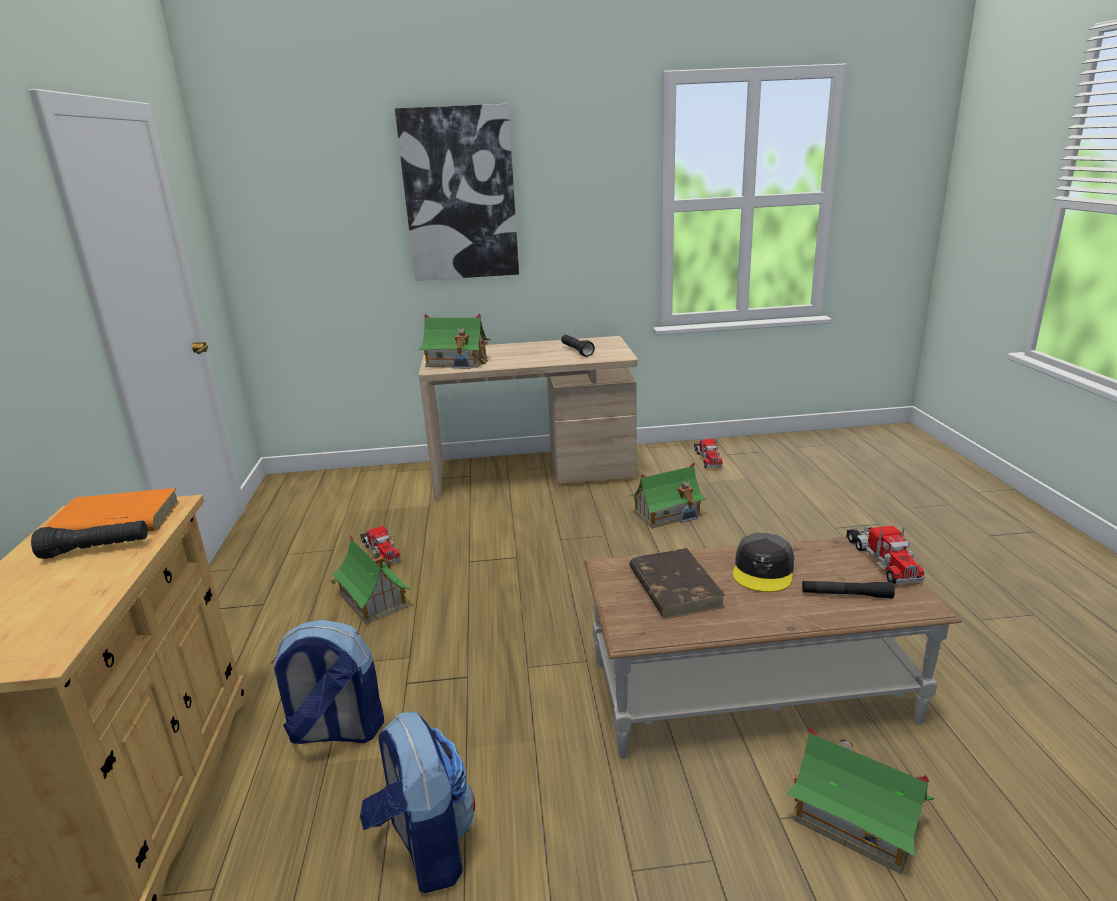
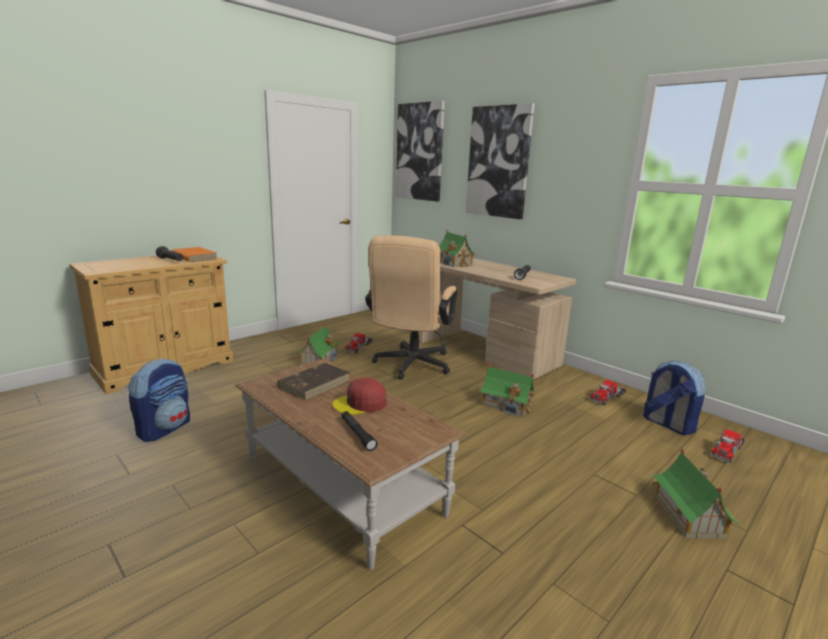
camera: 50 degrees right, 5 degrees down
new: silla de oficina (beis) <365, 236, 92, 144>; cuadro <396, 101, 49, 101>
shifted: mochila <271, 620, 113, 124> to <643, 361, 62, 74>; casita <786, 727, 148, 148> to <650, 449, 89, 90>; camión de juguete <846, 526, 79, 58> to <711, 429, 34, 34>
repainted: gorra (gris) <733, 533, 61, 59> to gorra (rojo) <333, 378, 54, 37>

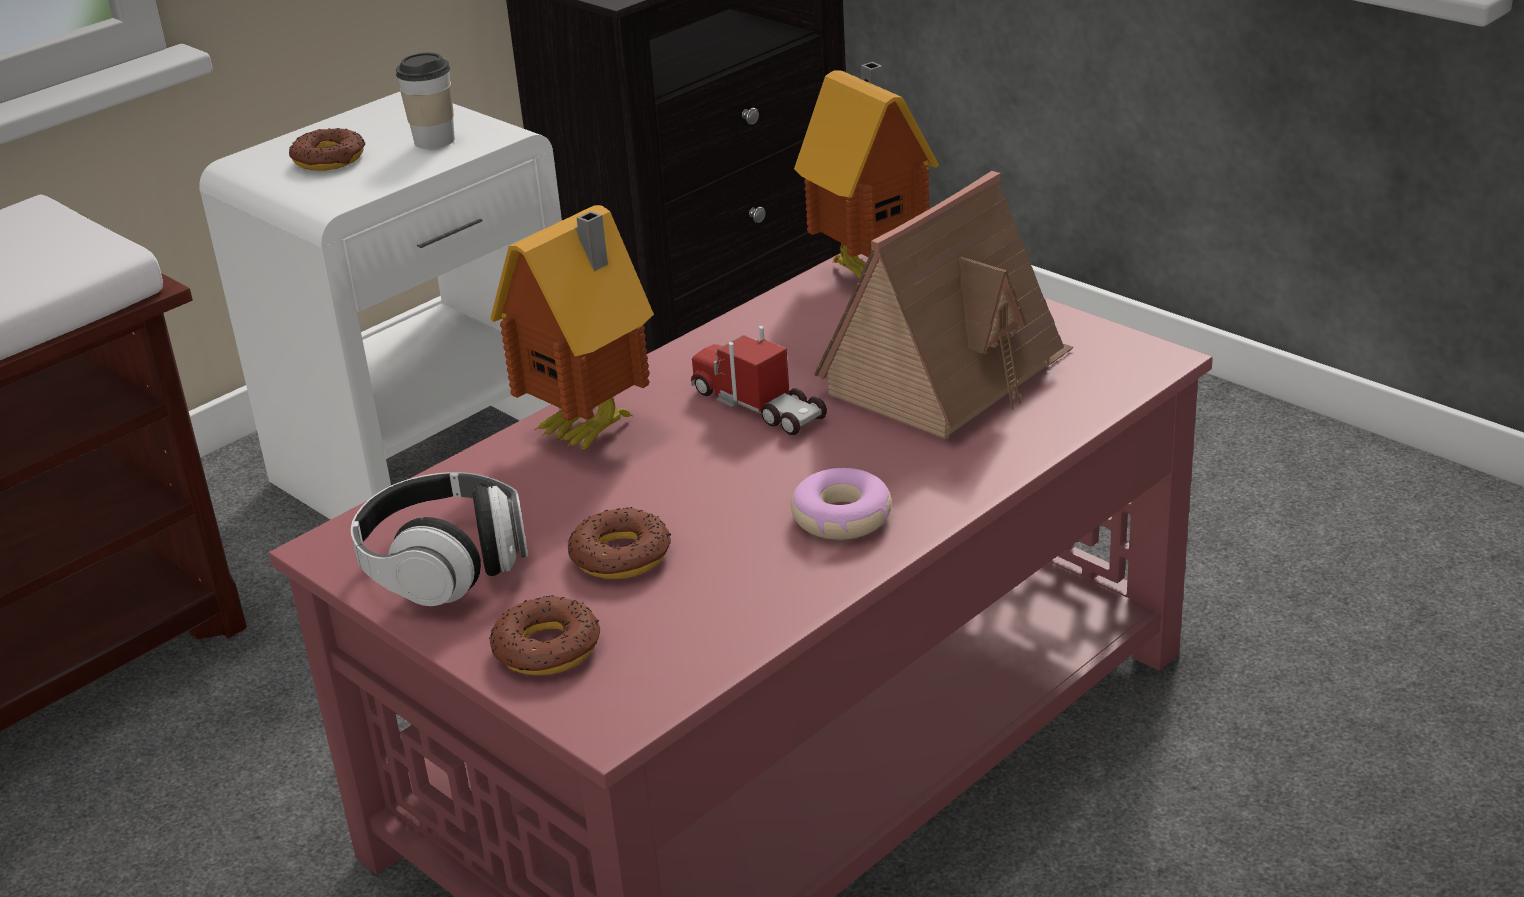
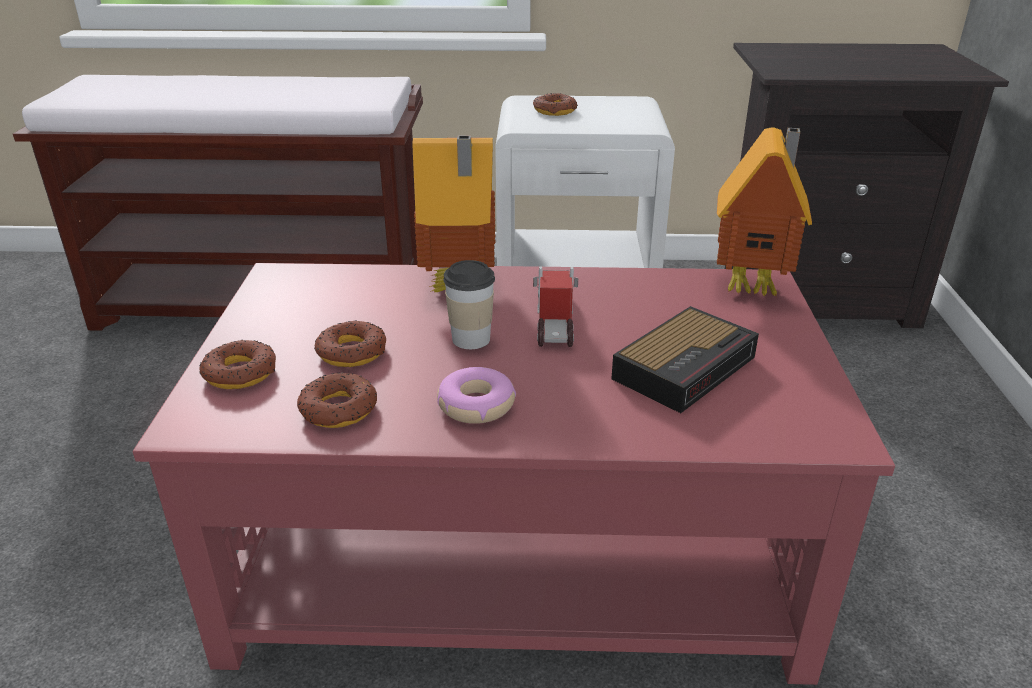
camera: 45 degrees right, 0 degrees up
gone: auriculares <351, 472, 177, 134>
new: rosquilla <297, 372, 80, 56>
shifted: taza <396, 52, 59, 97> to <444, 260, 51, 89>
swapped: casita <814, 171, 259, 268> to despertador <611, 306, 148, 107>

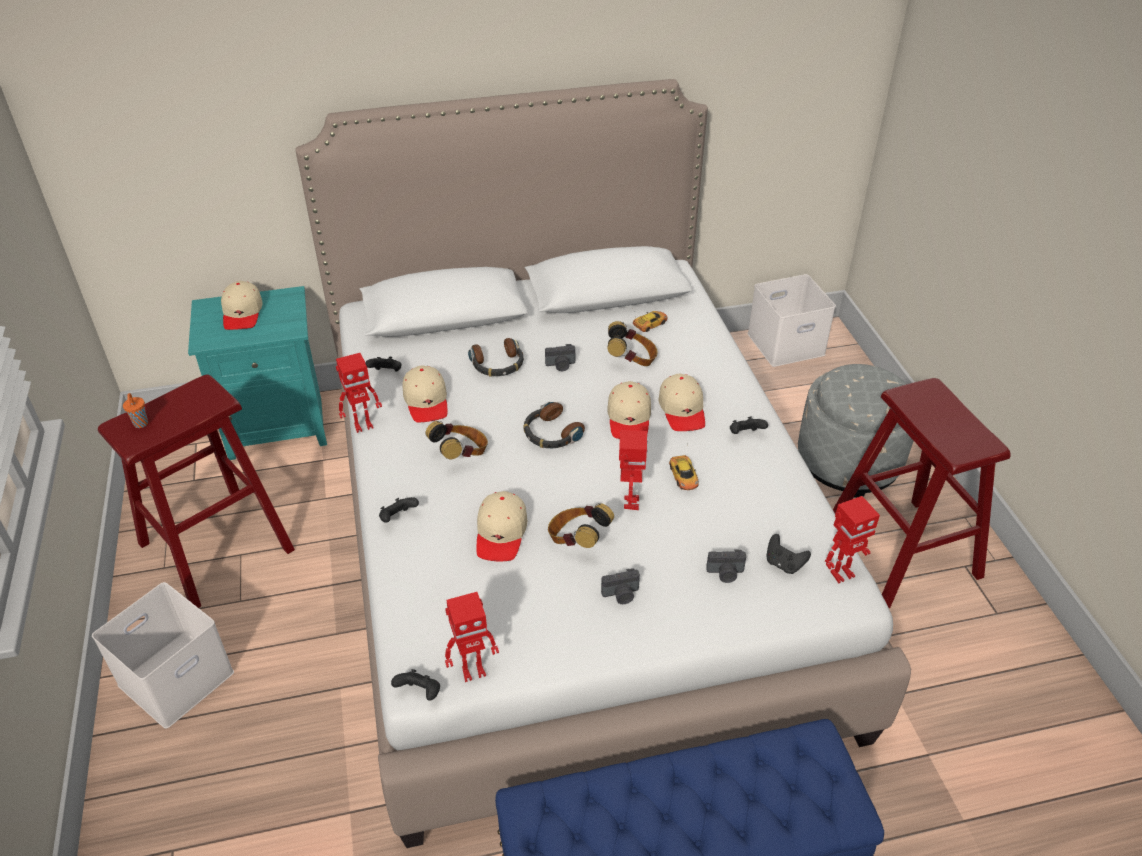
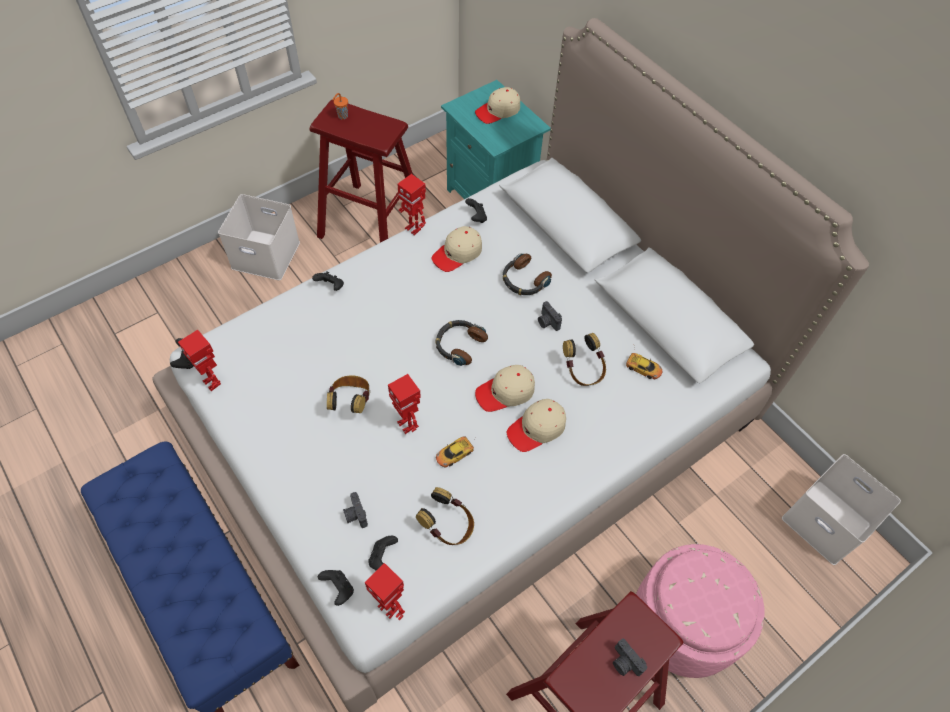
camera: 65 degrees right, 15 degrees up
gone: gorra (beis) <476, 491, 51, 70>
shifted: auriculares <425, 421, 63, 38> to <416, 487, 58, 58>; cámara <601, 568, 39, 36> to <613, 639, 34, 37>; mando de consola (negro) <730, 417, 38, 17> to <318, 570, 36, 36>
repainted: puf (gris) <798, 364, 115, 134> to puf (rosa) <636, 544, 128, 134>
rotated: robot de juguete <619, 430, 29, 80> = <388, 374, 33, 60> 75 degrees clockwise

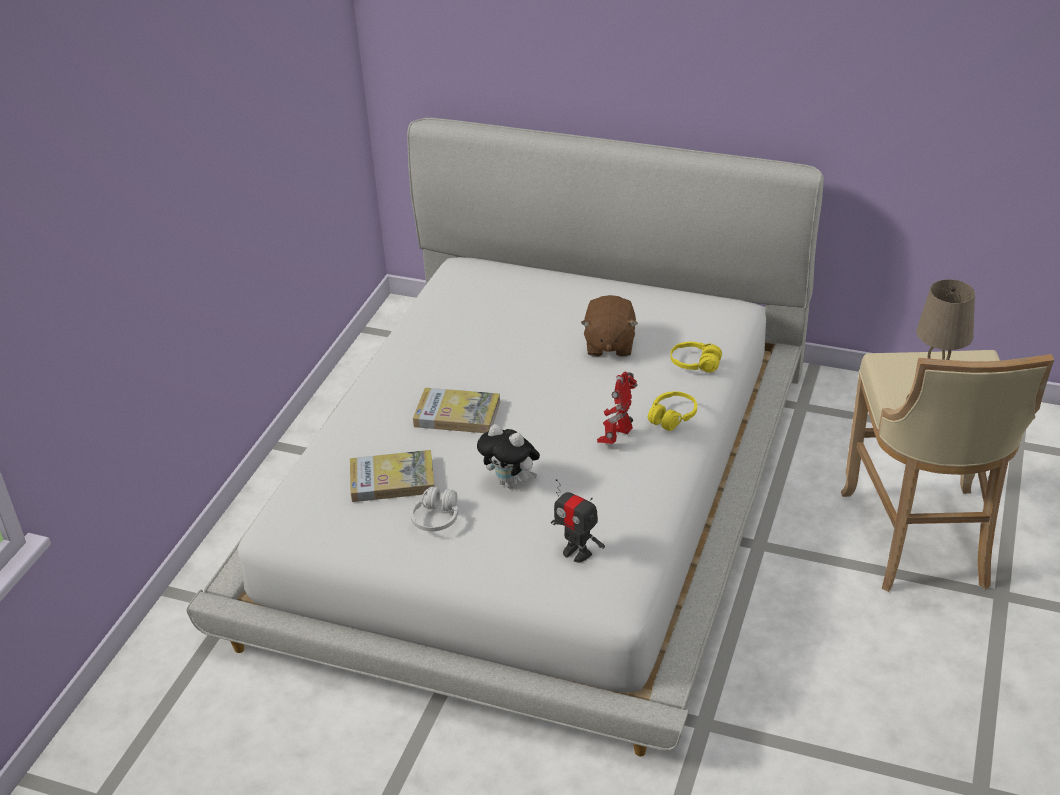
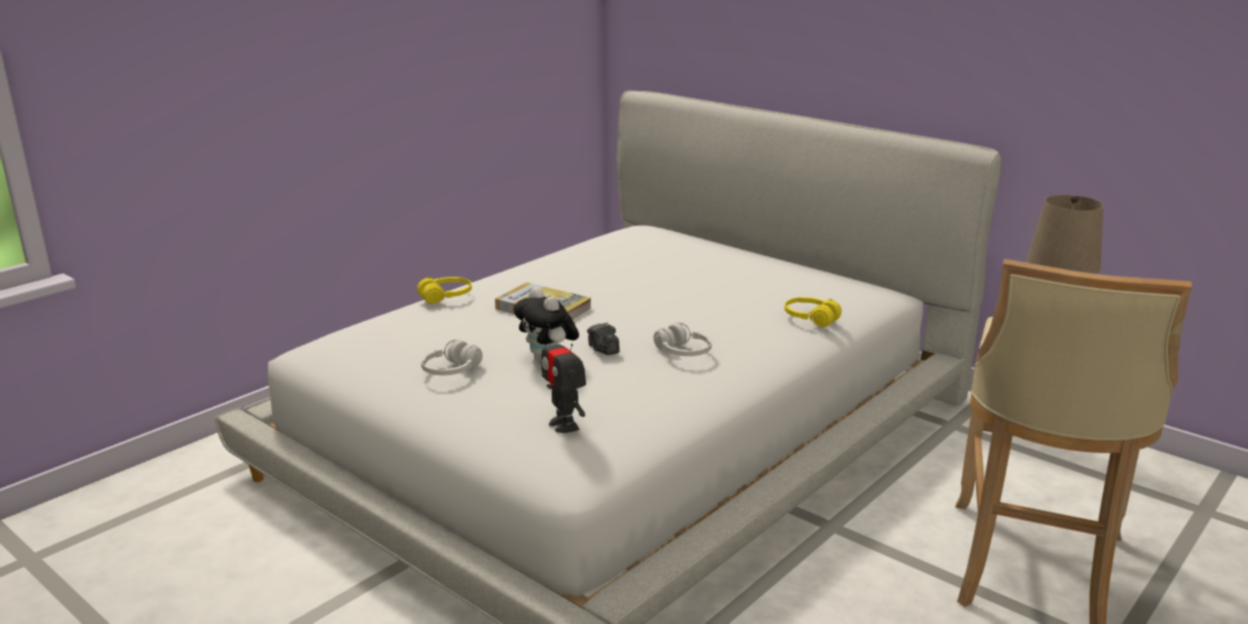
camera: 20 degrees right, 15 degrees down
gone: libro <350, 450, 85, 52>; peluche (marrón) <581, 295, 57, 62>
new: cámara <587, 323, 32, 32>
shifted: auriculares (amarillo) <648, 391, 49, 40> to <417, 277, 55, 27>
swapped: robot de juguete <597, 371, 41, 73> to auriculares (blanco) <654, 323, 58, 33>

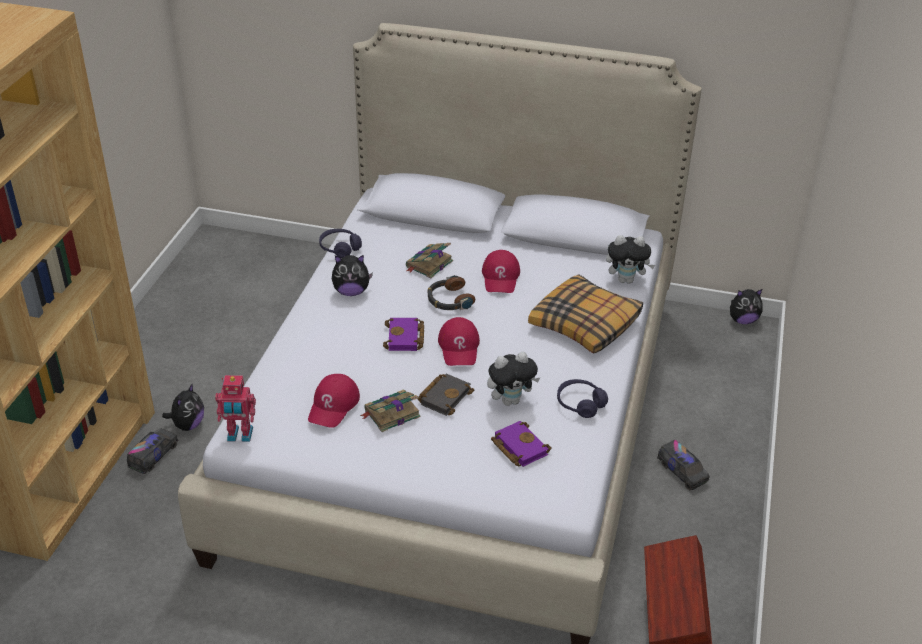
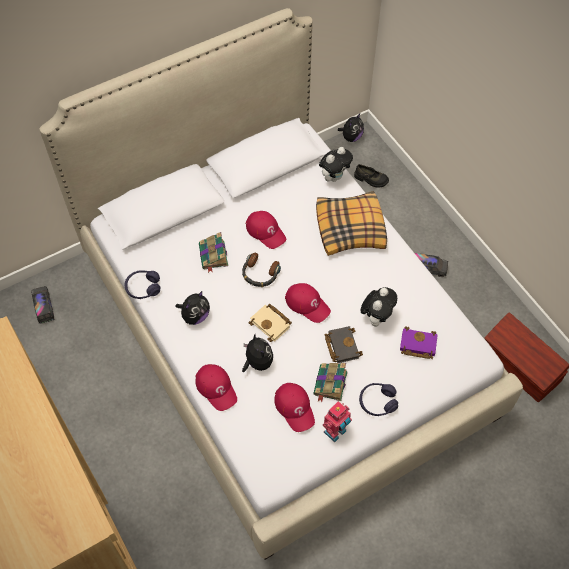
camera: 45 degrees left, 20 degrees up
new: gorra (rojo) <195, 364, 42, 47>; zapato (negro) <354, 164, 35, 24>
shifted: camión de juguete <127, 428, 51, 46> to <31, 286, 24, 38>; peluche <162, 383, 42, 48> to <242, 334, 31, 38>; robot de juguete <215, 375, 41, 67> to <323, 401, 29, 41>; auriculares (morado) <557, 379, 51, 39> to <359, 383, 39, 33>
repainted: libro (morado) <383, 318, 41, 33> to libro (beis) <248, 304, 44, 38>

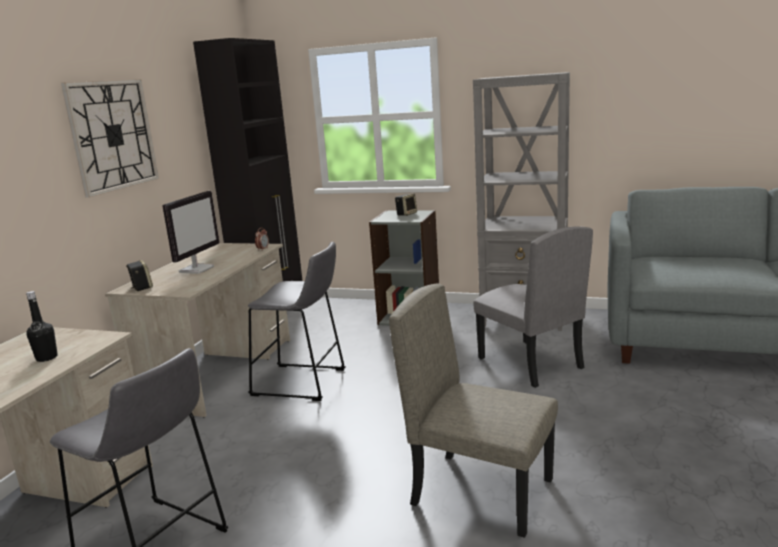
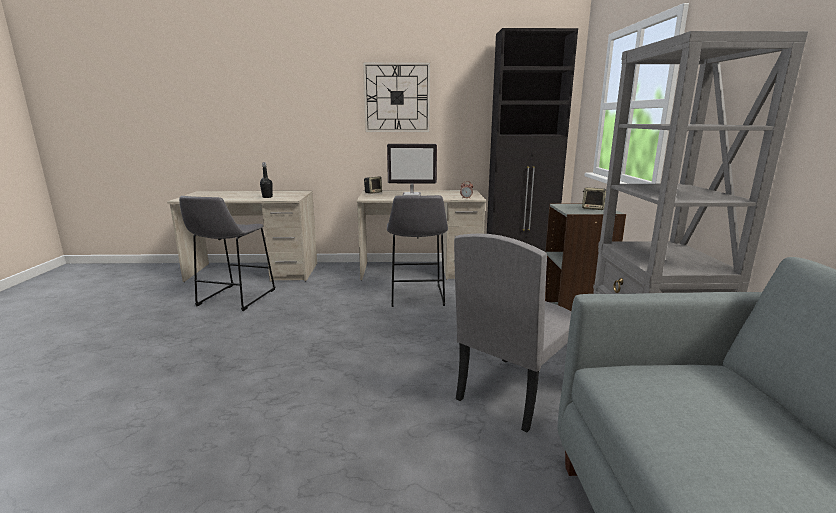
camera: 70 degrees right, 0 degrees up
gone: silla (beis) <389, 283, 169, 255>

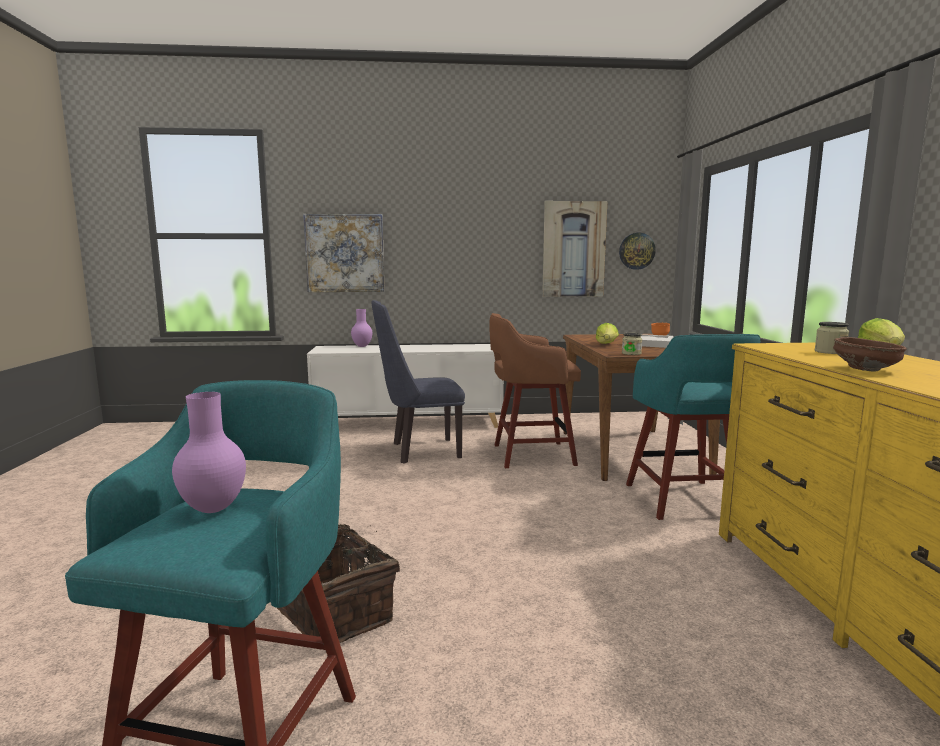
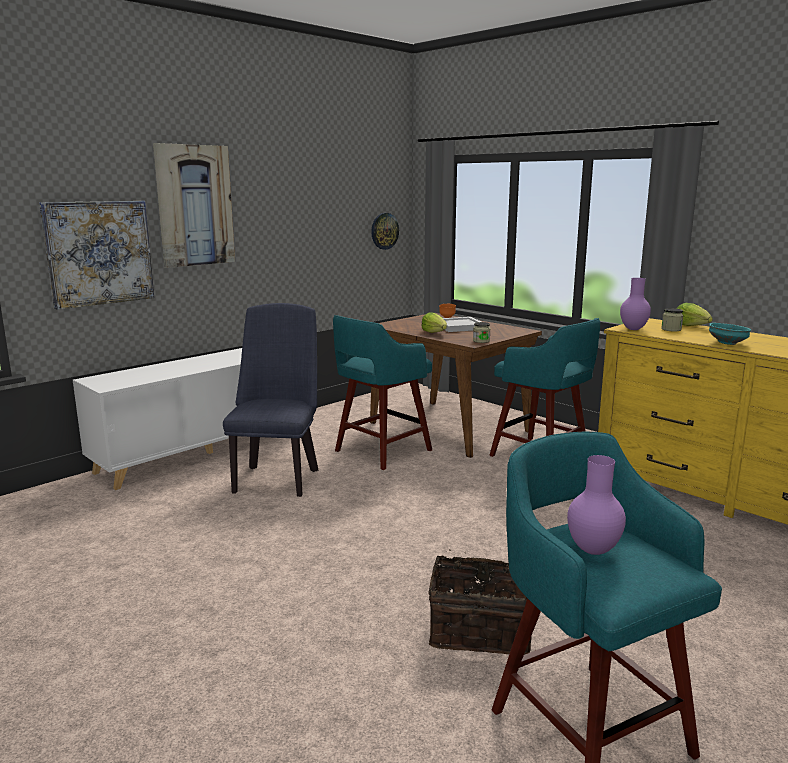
camera: 40 degrees left, 5 degrees up
shifted: florero (morado) <351, 309, 21, 38> to <620, 278, 31, 52>; cuadro <542, 201, 65, 96> to <153, 143, 82, 125>
repainted: taburete (marrón) <489, 313, 92, 155> to taburete (turquesa) <333, 315, 99, 155>; cuenco (marrón) <833, 337, 74, 35> to cuenco (turquesa) <709, 323, 42, 22>
rotated: silla (azul) <372, 300, 93, 164> = <223, 303, 95, 194> 150 degrees clockwise

